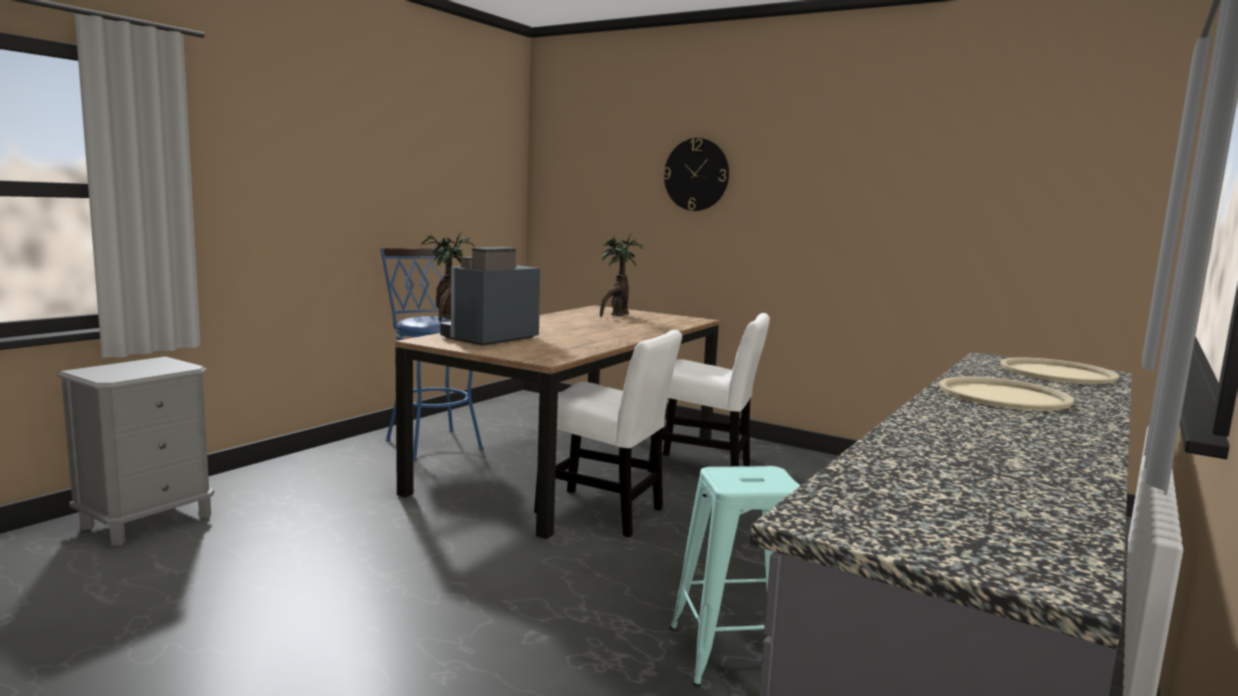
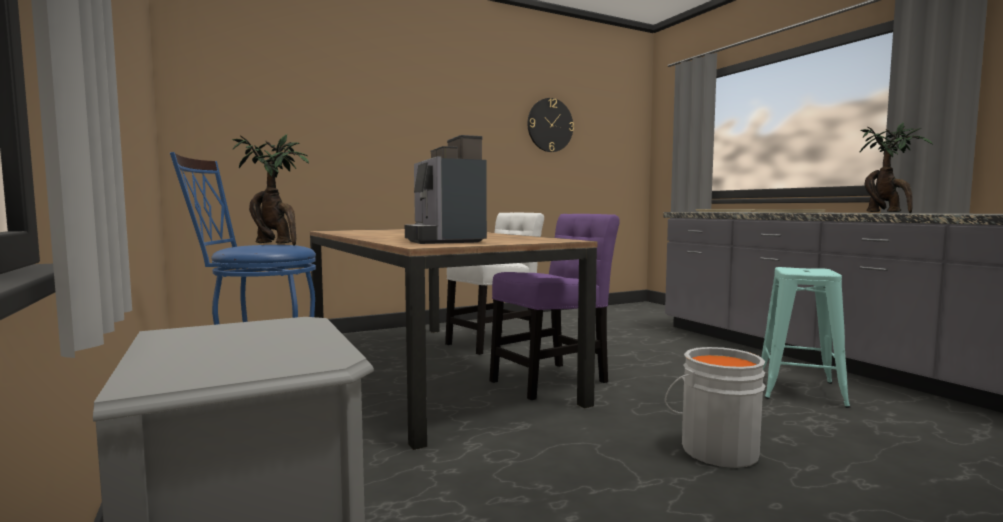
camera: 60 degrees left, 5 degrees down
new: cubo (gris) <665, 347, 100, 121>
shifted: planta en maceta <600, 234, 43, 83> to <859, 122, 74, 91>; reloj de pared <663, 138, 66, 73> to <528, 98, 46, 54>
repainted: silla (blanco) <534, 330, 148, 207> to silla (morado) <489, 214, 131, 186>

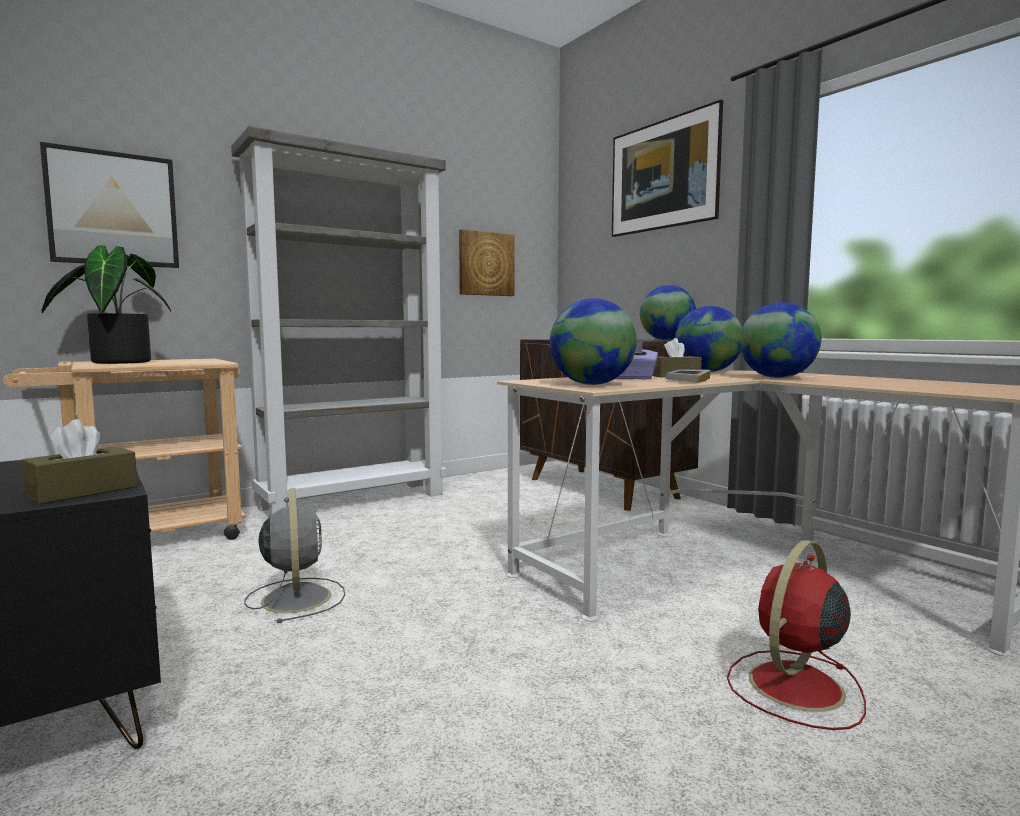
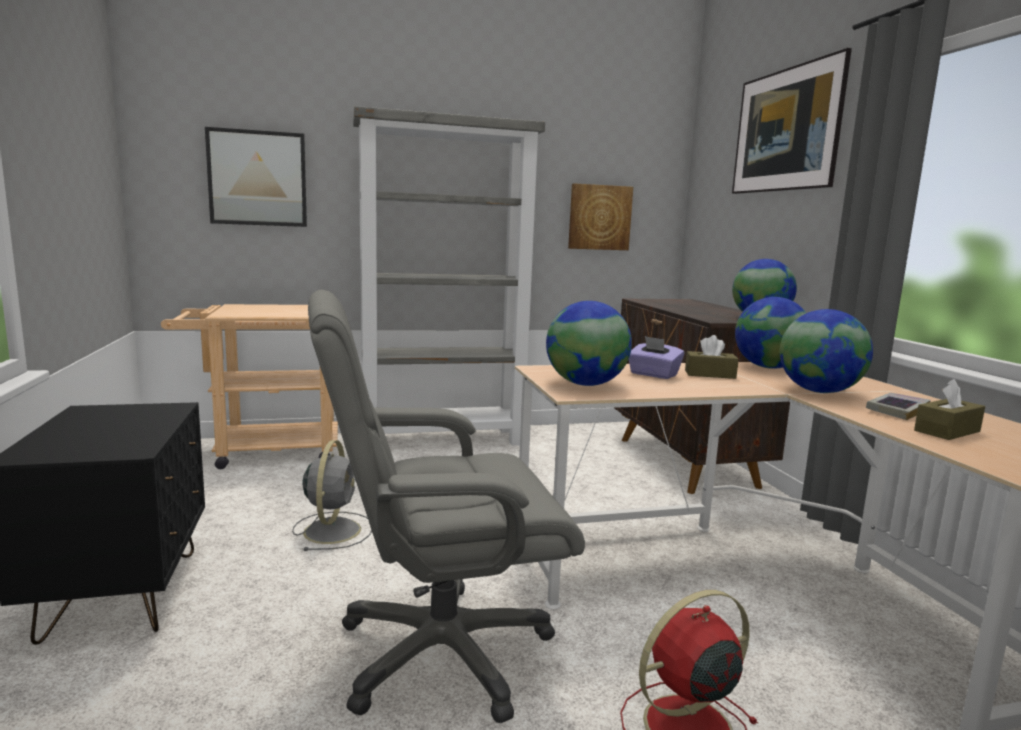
camera: 20 degrees right, 5 degrees up
gone: planta en maceta <42, 245, 129, 119>
new: silla de oficina (gris) <308, 290, 277, 433>
shifted: caja de pañuelos (marrón) <21, 419, 117, 85> to <914, 379, 71, 61>; libro <665, 369, 46, 14> to <866, 393, 65, 27>

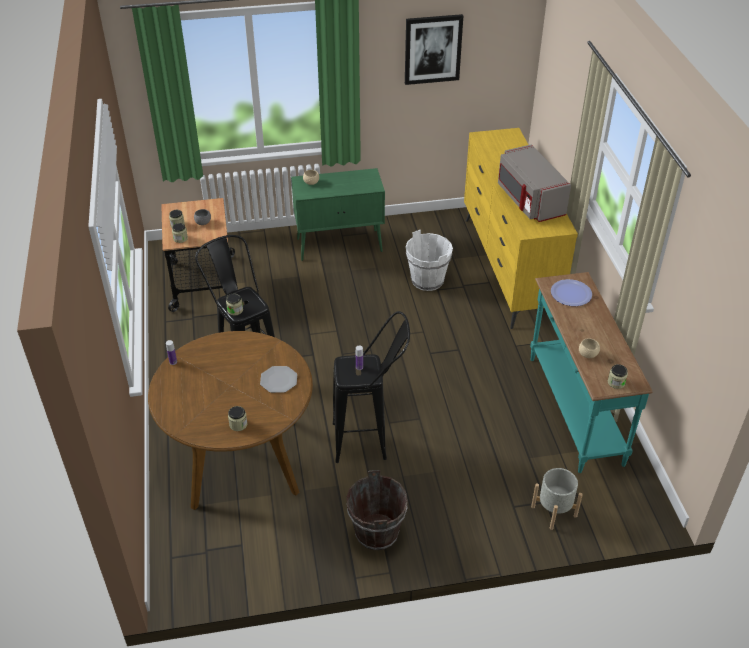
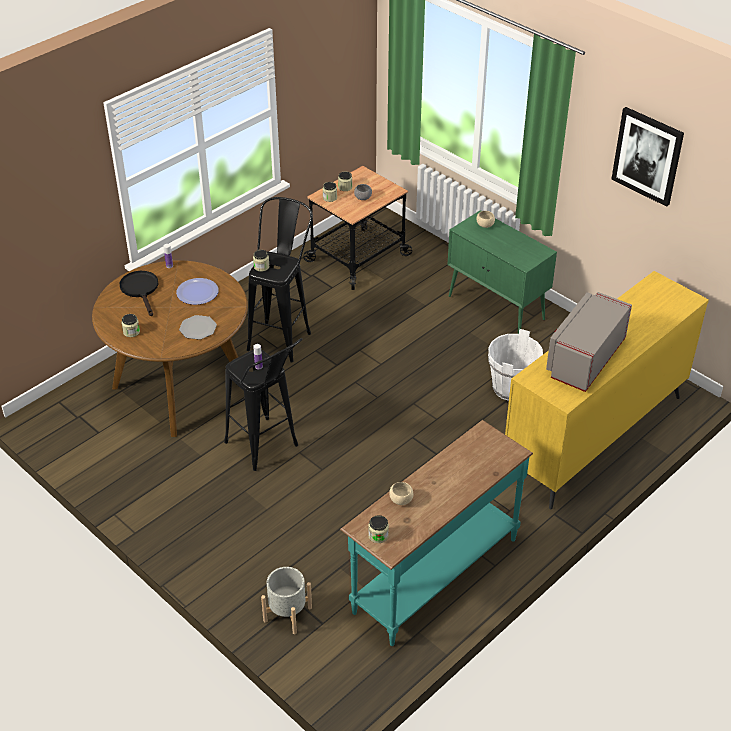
camera: 55 degrees right, 0 degrees up
gone: cubo (marrón) <346, 470, 62, 80>
new: sartén (negro) <120, 271, 39, 45>
shifted: plato <551, 279, 41, 27> to <176, 278, 43, 27>

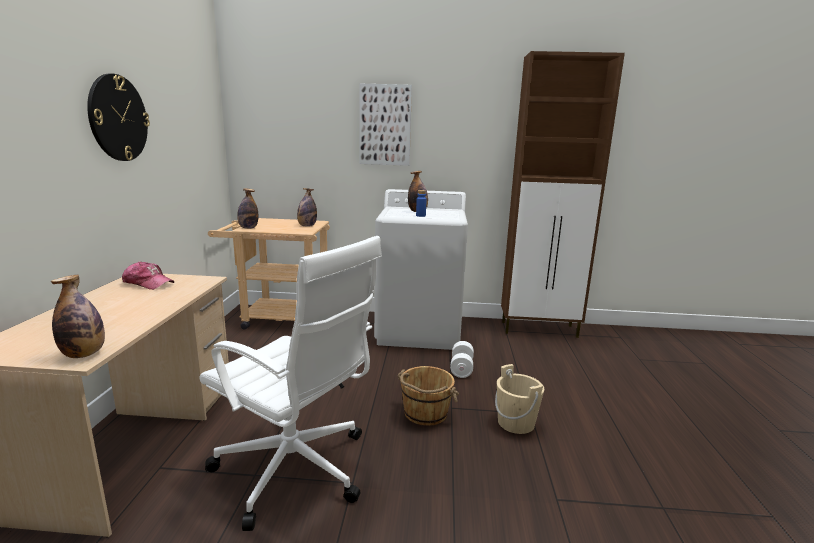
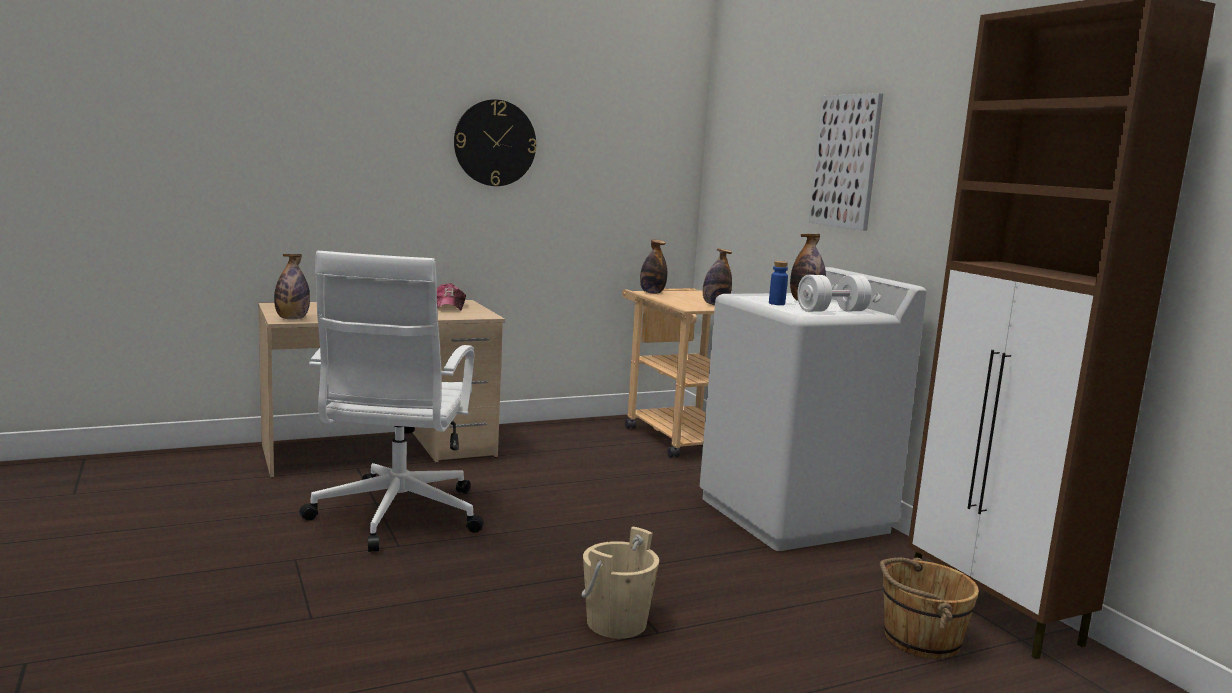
camera: 60 degrees right, 5 degrees down
shifted: cubo (marrón) <397, 366, 62, 60> to <880, 558, 99, 101>; mancuerna (blanco) <450, 341, 24, 37> to <797, 275, 75, 37>

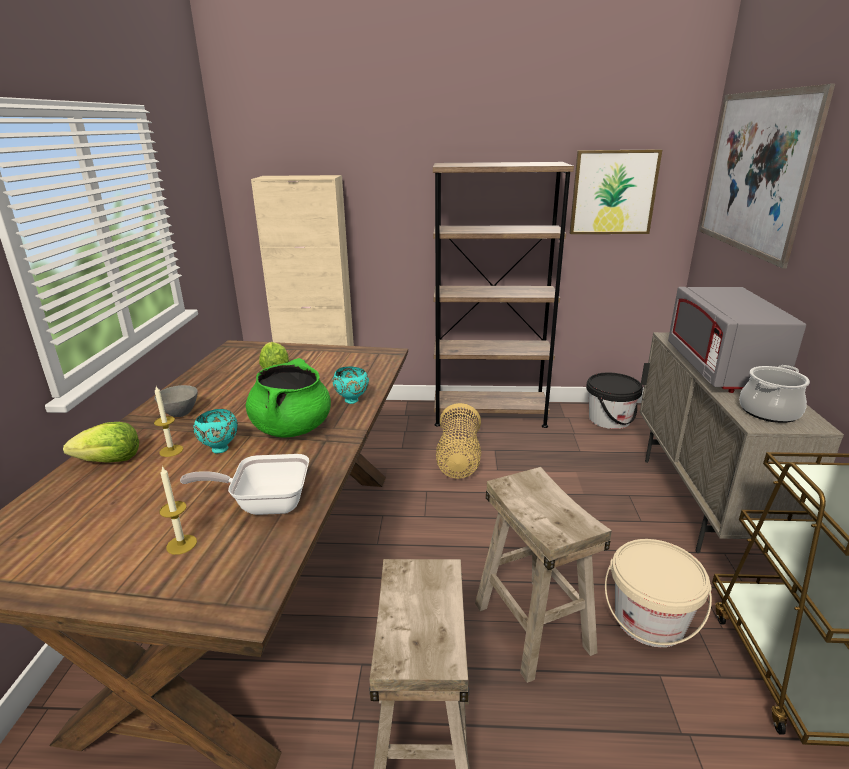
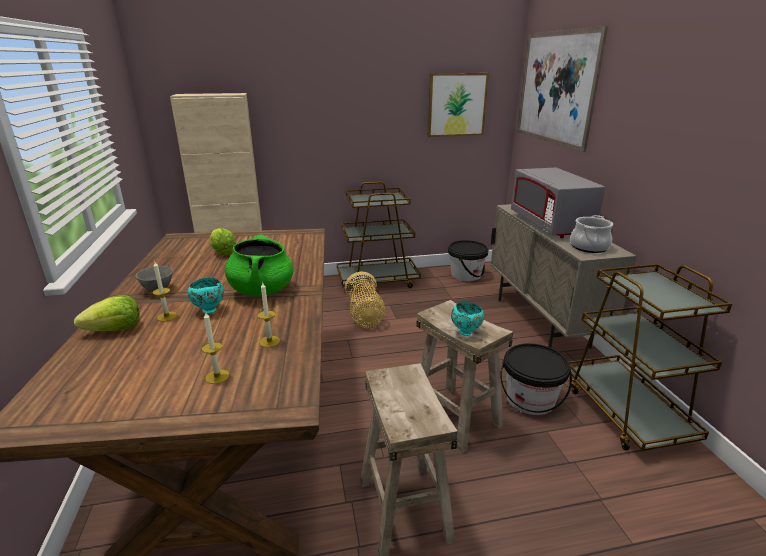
camera: 15 degrees left, 0 degrees up
shifted: cuenco (turquesa) <332, 366, 37, 38> to <451, 302, 33, 34>
swapped: sartén <180, 454, 129, 61> to vela <257, 283, 23, 64>; estantería (marrón) <433, 162, 141, 266> to carrito (marrón) <337, 182, 84, 111>
repainted: cubo (beis) <605, 539, 107, 108> to cubo (negro) <500, 343, 72, 72>

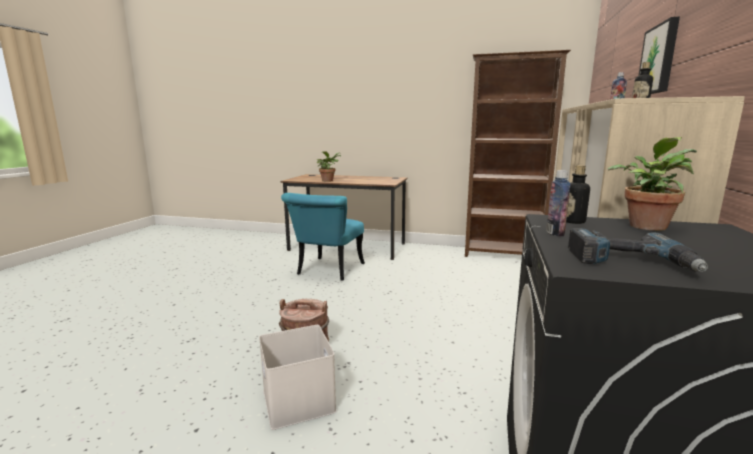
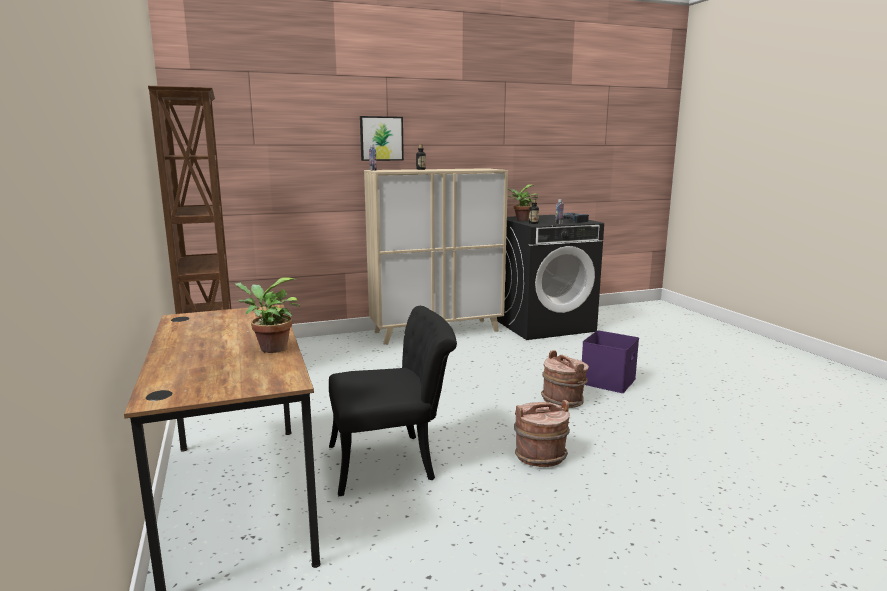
camera: 125 degrees left, 0 degrees up
new: cubo (marrón) <514, 400, 56, 67>
repainted: caja de almacenaje (blanco) <259, 325, 78, 105> to caja de almacenaje (morado) <582, 330, 57, 63>; silla (turquesa) <281, 193, 84, 88> to silla (negro) <329, 306, 128, 191>

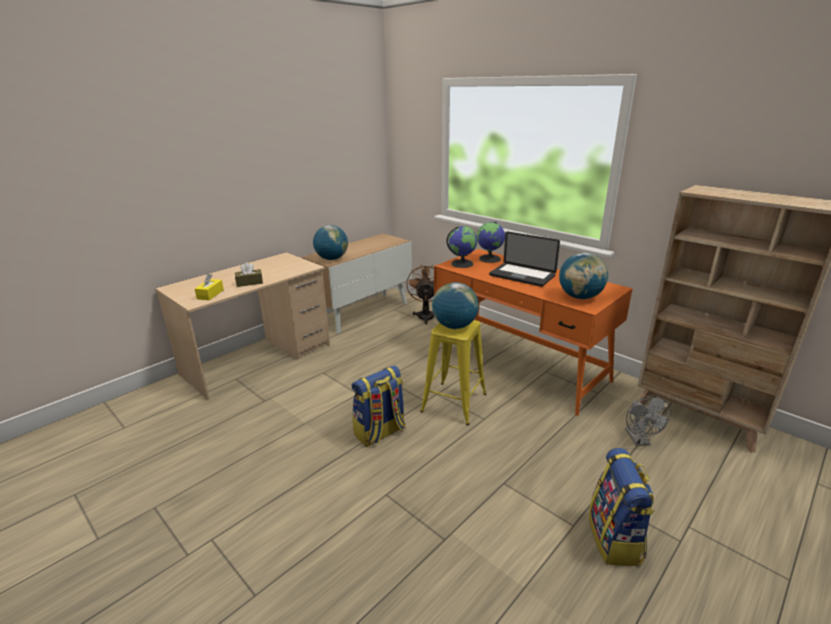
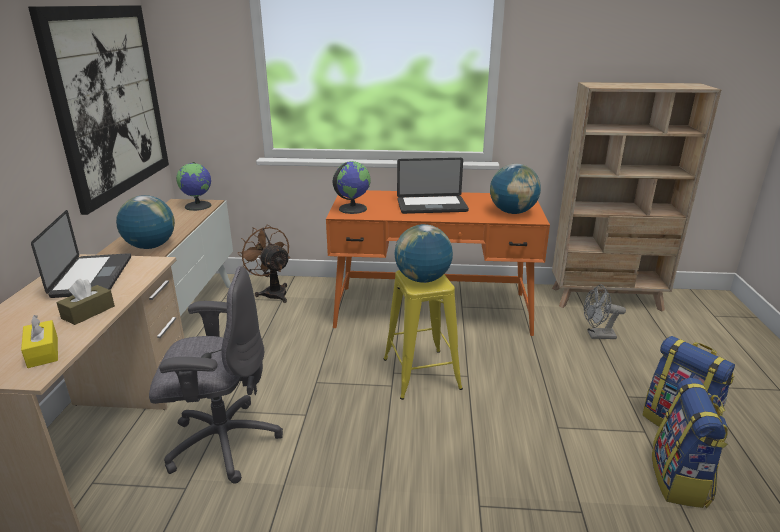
camera: 40 degrees left, 0 degrees up
new: cuadro <28, 5, 141, 210>; portátil <31, 210, 100, 88>; silla de oficina (gris) <149, 266, 134, 218>
shifted: mochila <352, 365, 53, 82> to <652, 378, 76, 130>; globo terráqueo <477, 222, 28, 41> to <176, 162, 35, 49>
rotated: ventilador (gris) <625, 396, 46, 50> = <584, 285, 42, 54> 135 degrees clockwise

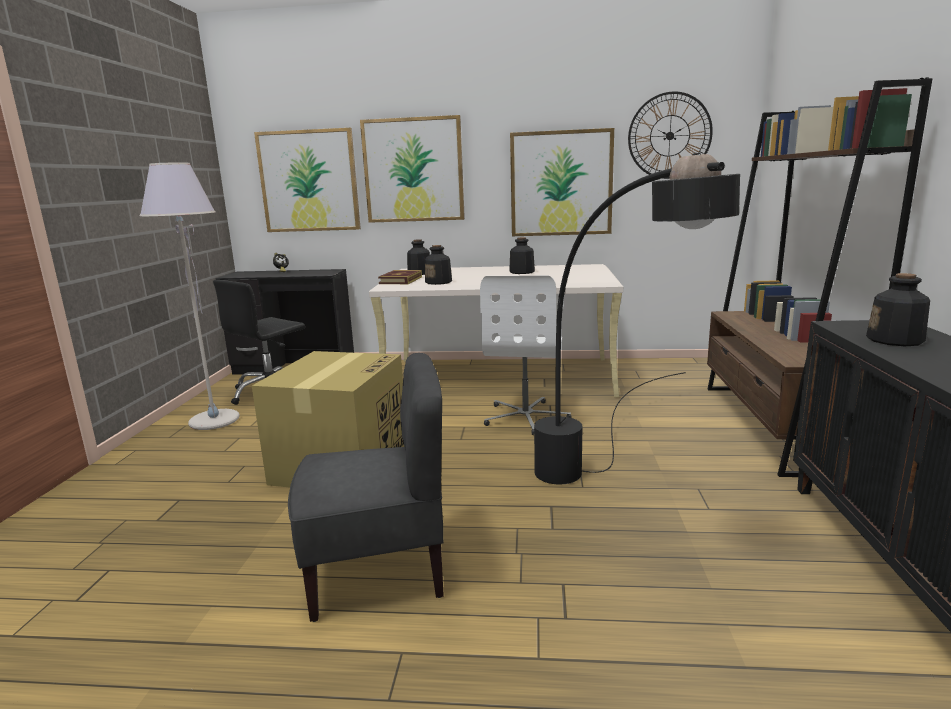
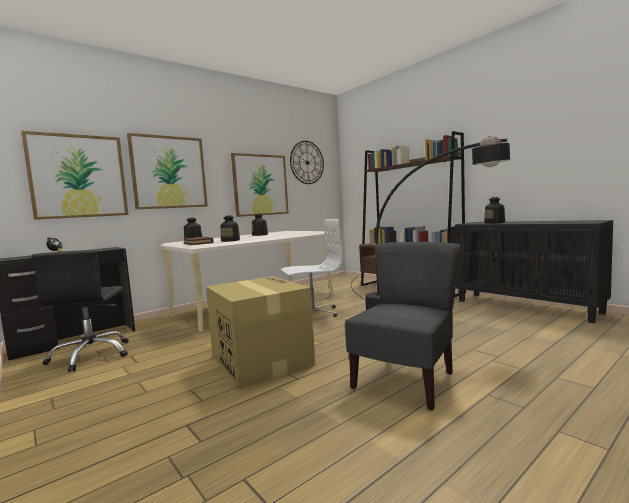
camera: 45 degrees left, 10 degrees down
gone: lámpara de pie (gris) <140, 162, 100, 268>
rotated: silla de oficina (blanco) <480, 276, 92, 159> = <281, 219, 62, 98> 75 degrees counterclockwise

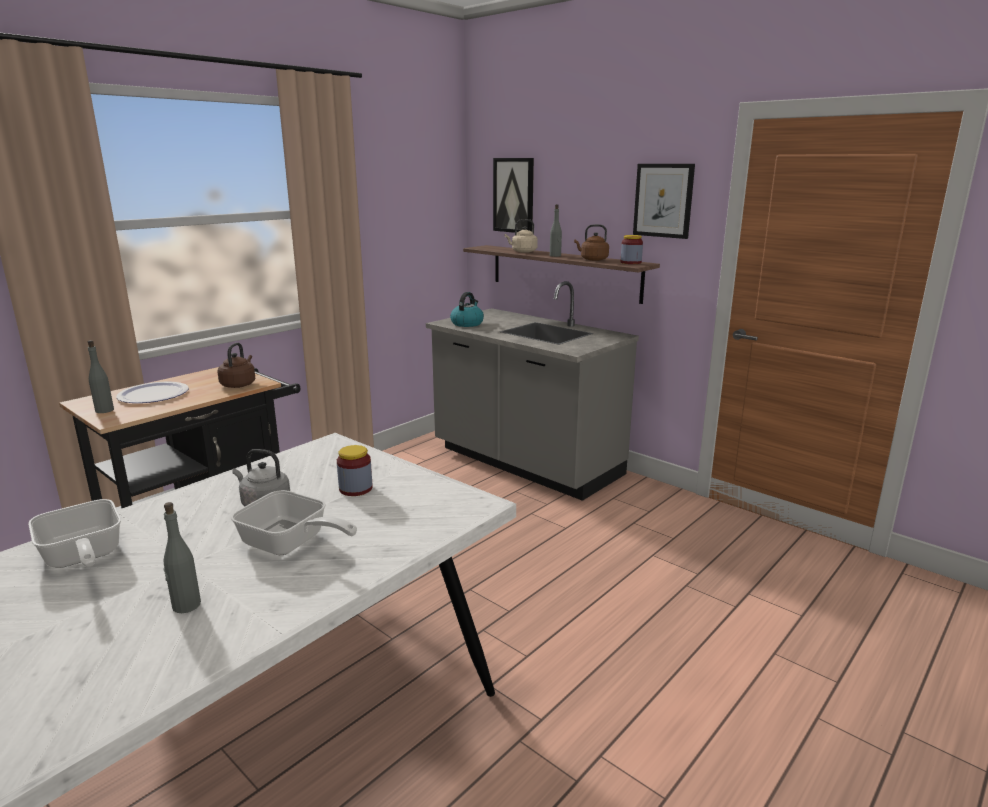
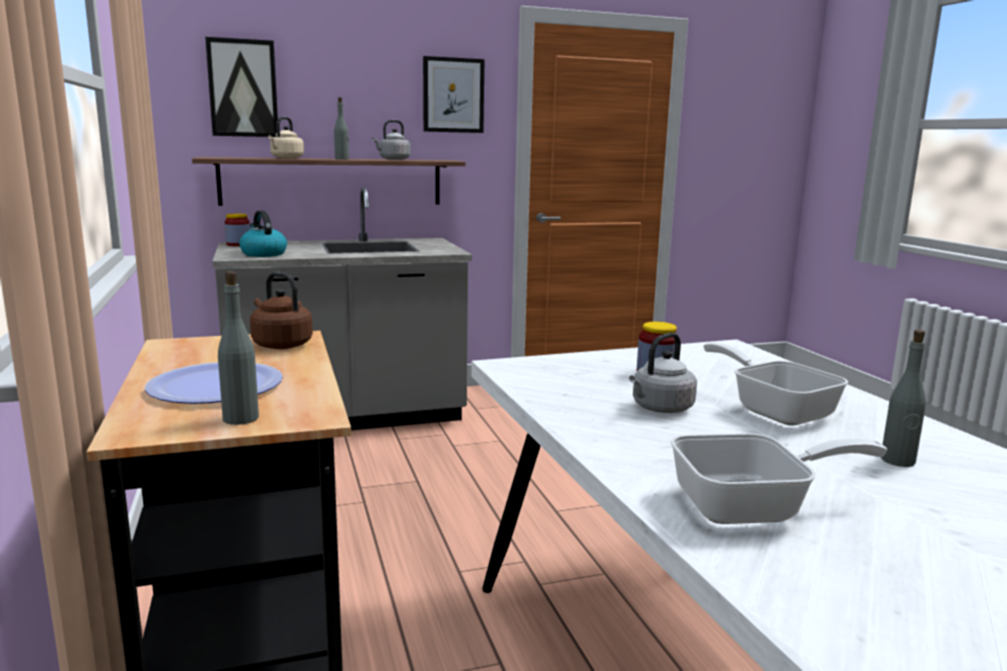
camera: 60 degrees left, 5 degrees down
shifted: tarro <621, 235, 22, 29> to <225, 214, 25, 32>
repainted: hervidor (marrón) <574, 224, 35, 37> to hervidor (gris) <372, 120, 39, 40>
rotated: sartén <231, 490, 126, 65> = <703, 342, 145, 84> 90 degrees counterclockwise

